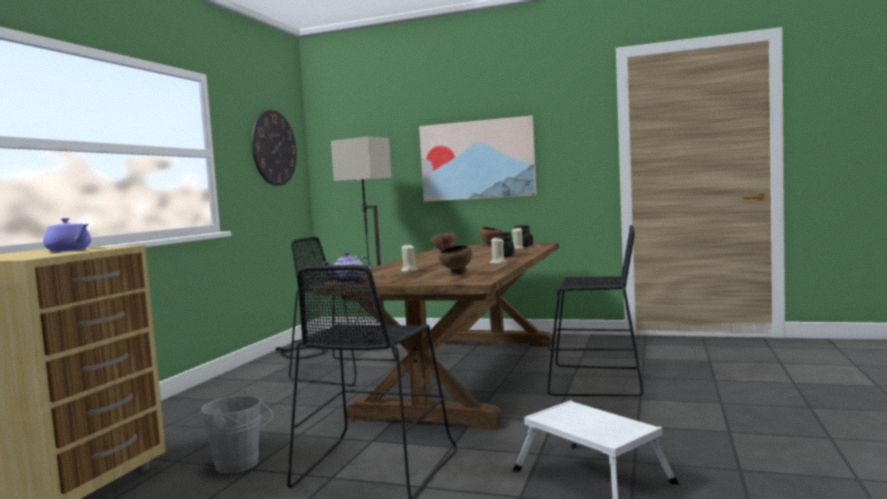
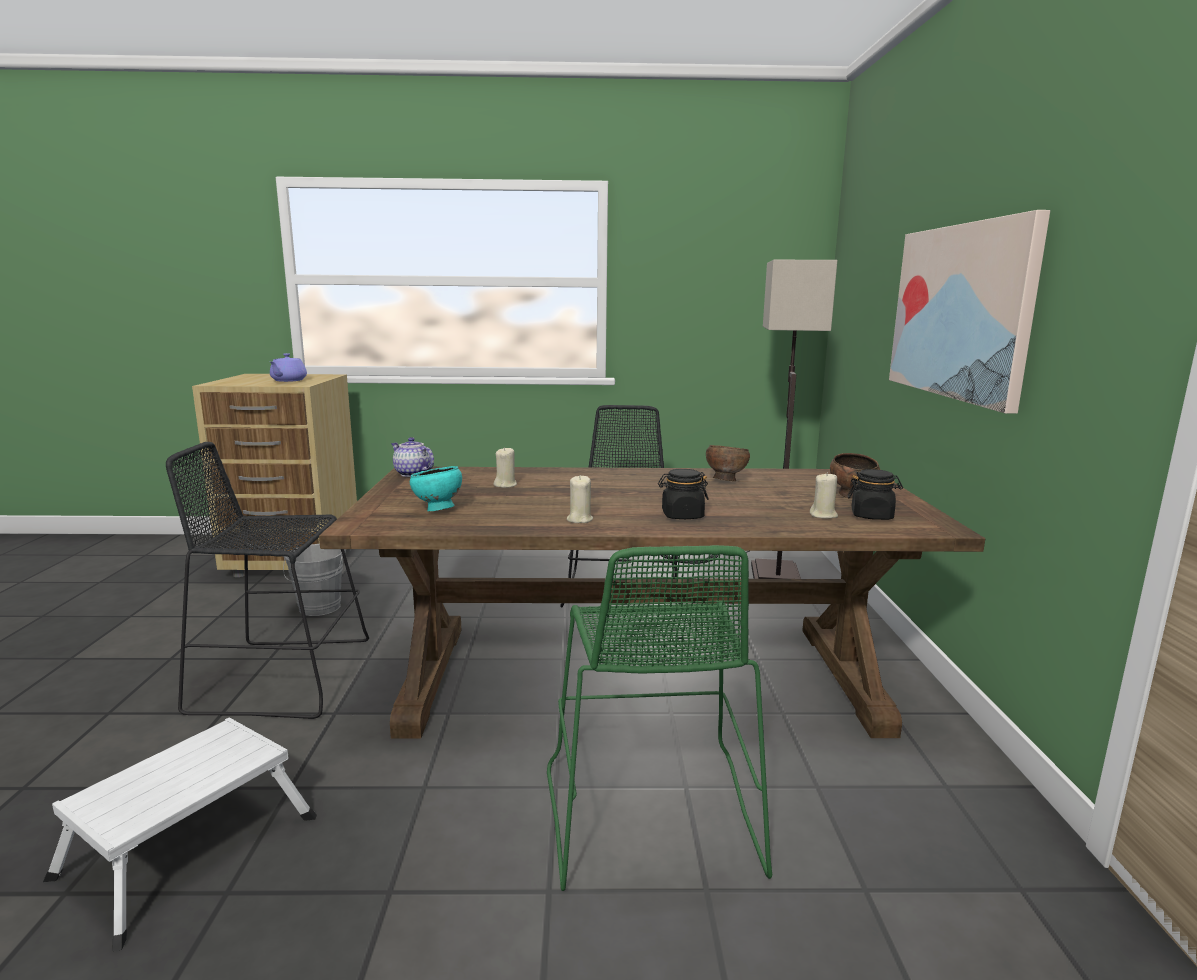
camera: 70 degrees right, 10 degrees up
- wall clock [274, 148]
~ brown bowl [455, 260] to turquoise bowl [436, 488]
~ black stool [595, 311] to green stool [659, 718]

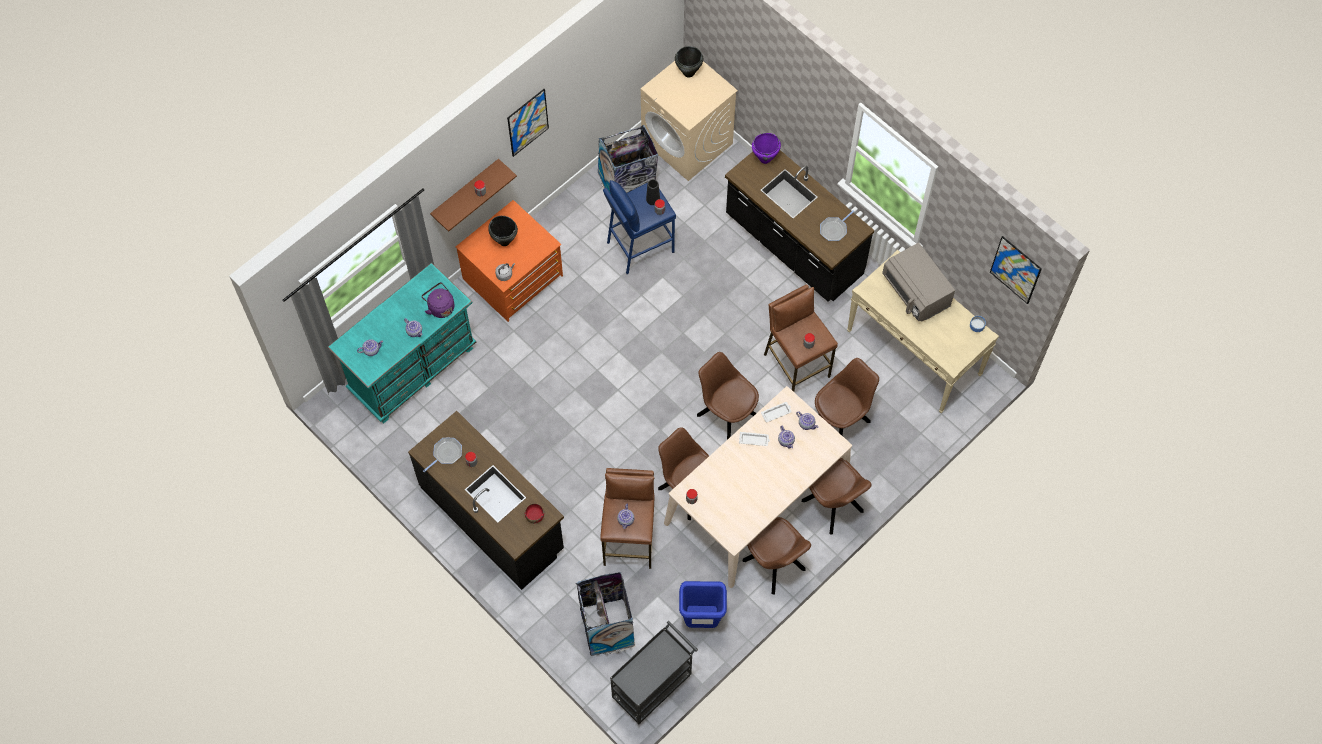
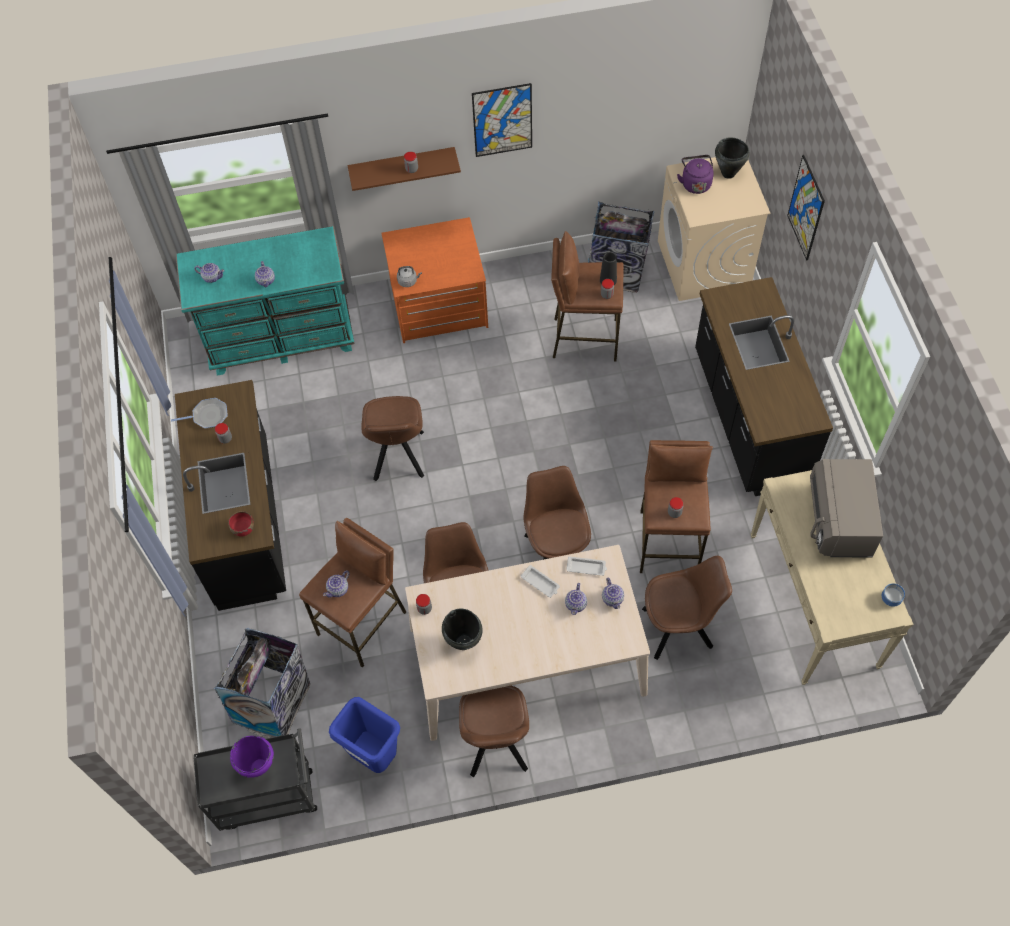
camera: 35 degrees right, 5 degrees down
- frying pan [837, 225]
~ purple kettle [438, 300] to [695, 174]
~ black cooking pot [503, 231] to [462, 629]
~ purple cooking pot [766, 148] to [252, 757]
~ brown chair [836, 496] to [392, 438]
~ picture [1016, 270] to [806, 208]
~ blue stool [639, 227] to brown stool [587, 296]

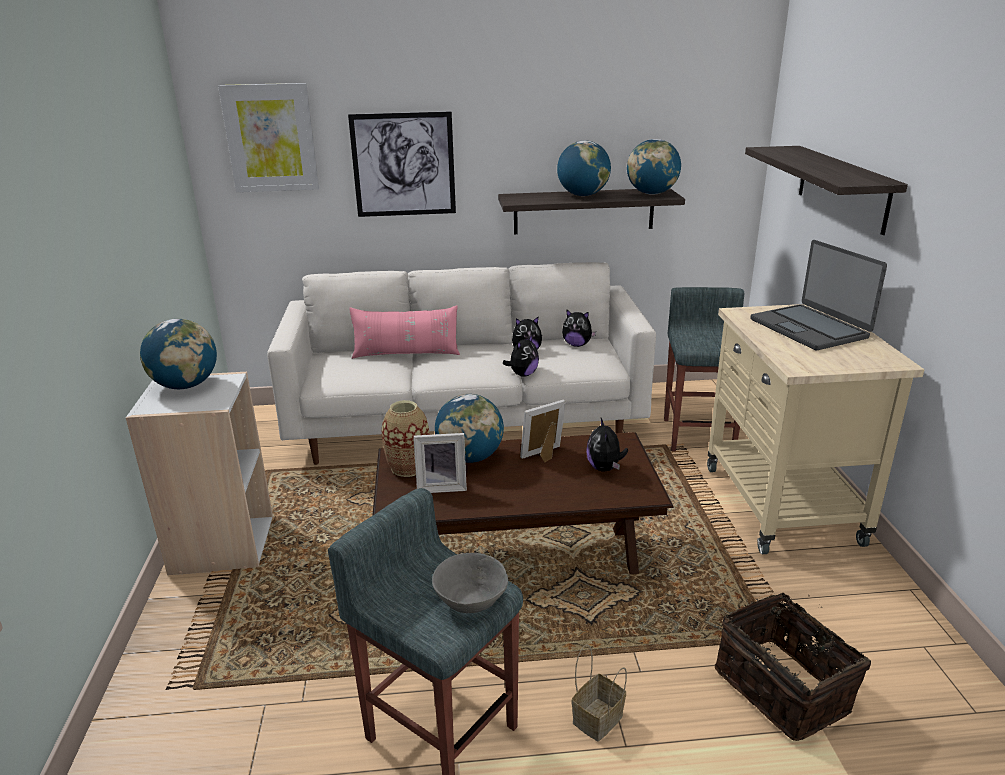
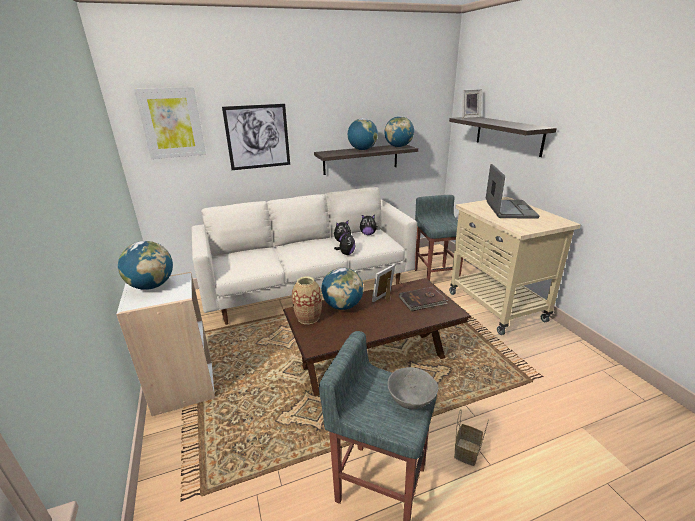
camera: 15 degrees left, 0 degrees up
- pink pillow [404, 332]
- basket [793, 667]
~ picture frame [440, 463] to [472, 103]
~ plush toy [607, 445] to brown book [423, 299]
~ laptop [818, 295] = [512, 191] 135 degrees counterclockwise

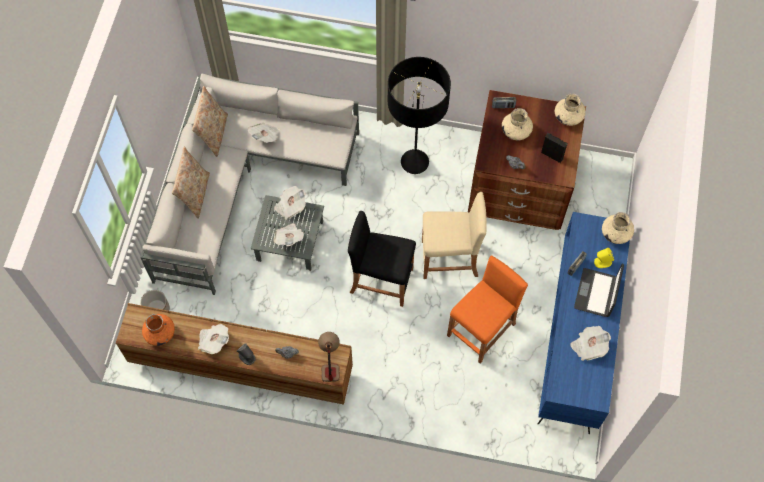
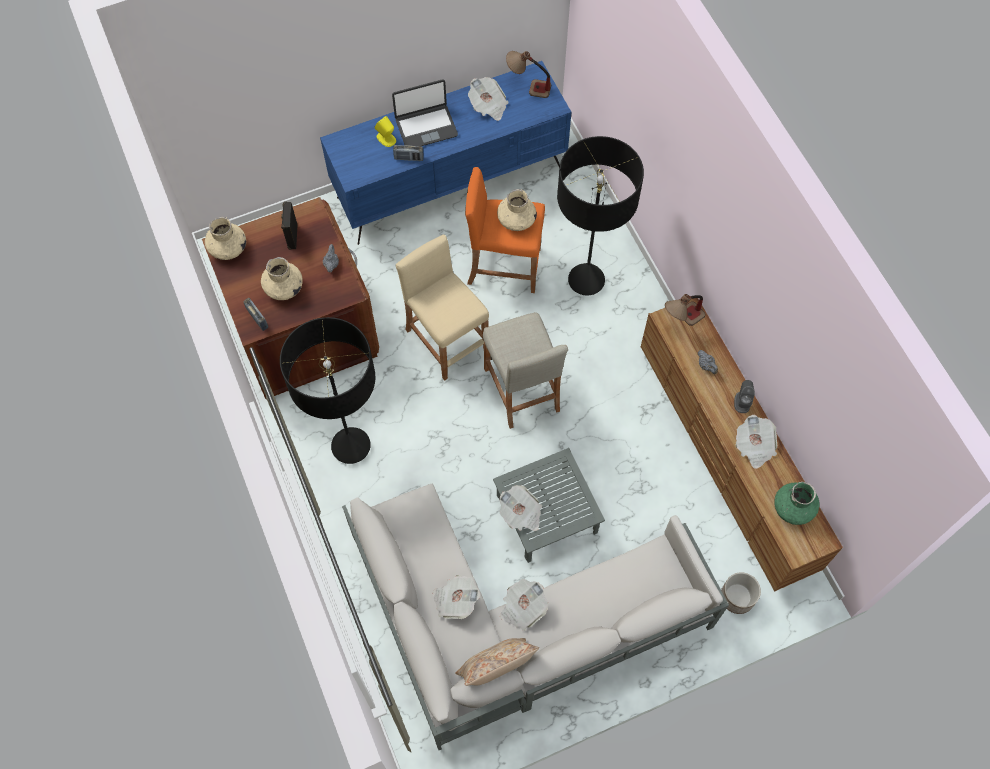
camera: 125 degrees left, 0 degrees up
- beige pillow [191, 183]
+ table lamp [528, 74]
+ black floor lamp [600, 216]
~ newspaper [288, 234] to [524, 605]
~ beige vase [618, 228] to [517, 210]
~ orange vase [158, 330] to green vase [797, 503]
~ black stool [382, 259] to beige stool [525, 370]

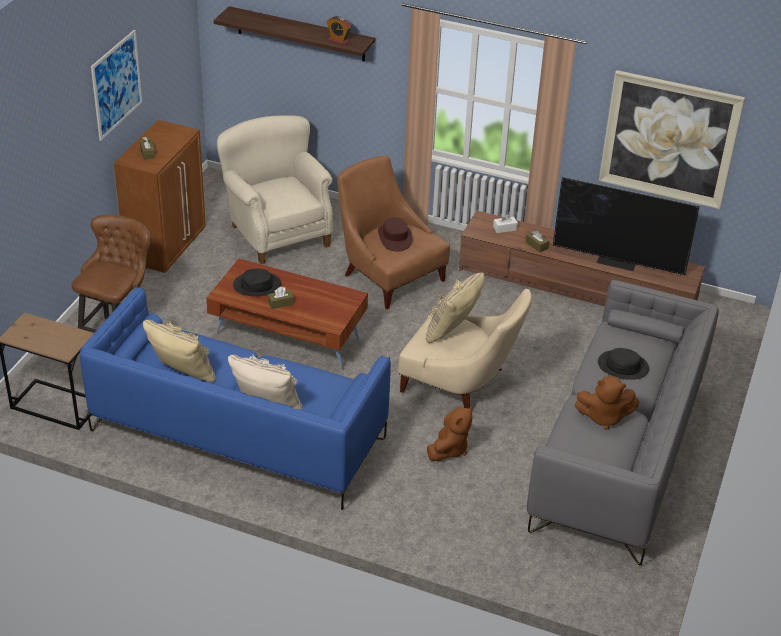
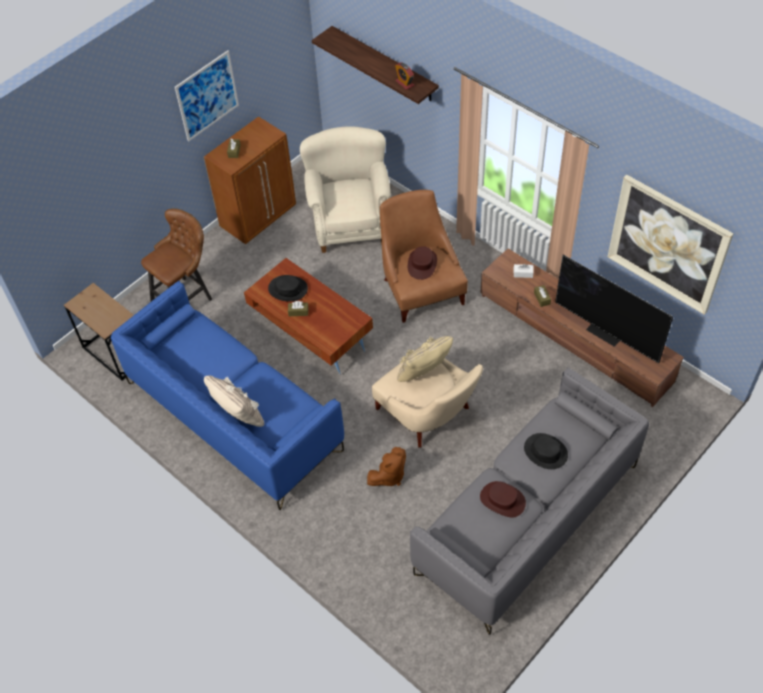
camera: 25 degrees right, 15 degrees up
- beige pillow [179, 351]
~ brown plush toy [607, 403] to brown hat [503, 499]

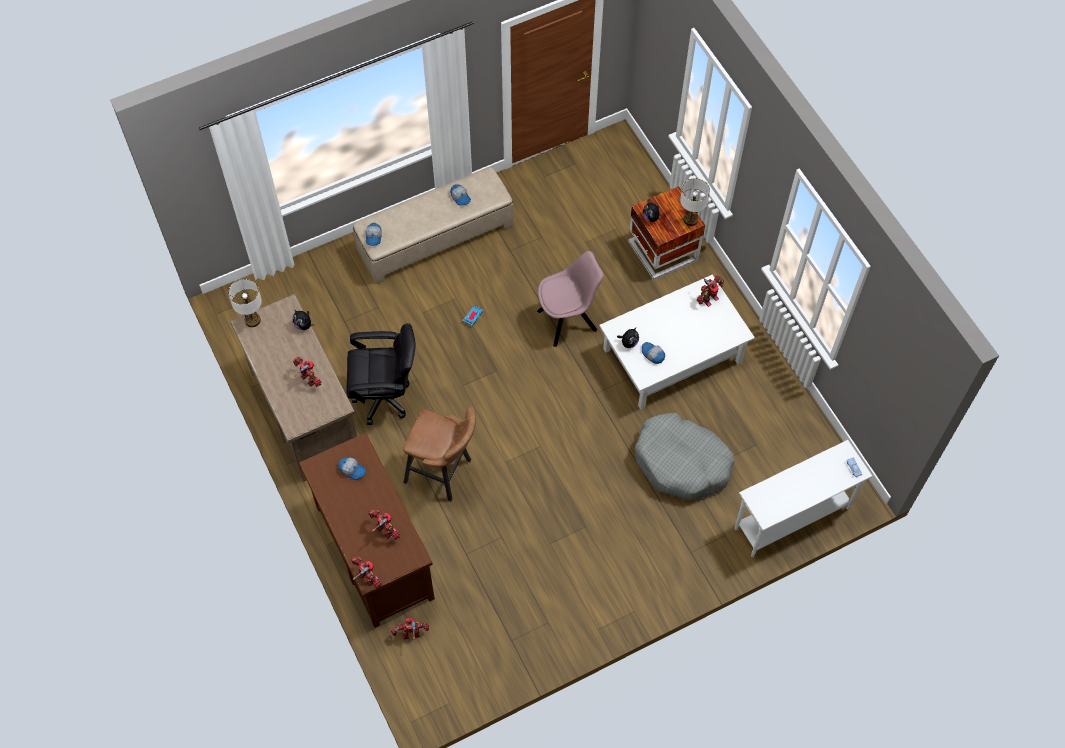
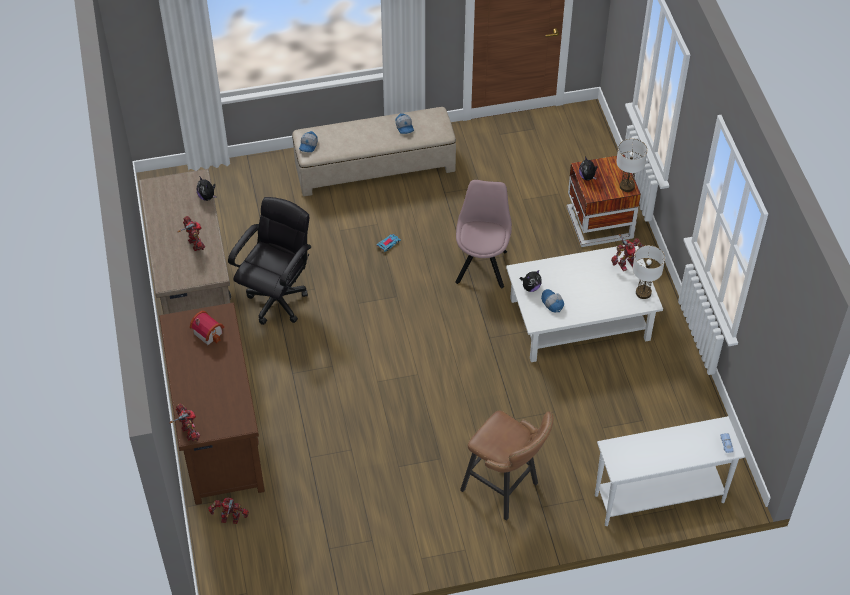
camera: 15 degrees right, 10 degrees down
- toy robot [384, 525]
- grey dog bed [685, 456]
~ table lamp [245, 303] to [649, 272]
~ brown stool [439, 454] to [506, 466]
~ cap [352, 468] to toy house [207, 328]
~ black office chair [381, 374] = [269, 261] 75 degrees counterclockwise
~ pink chair [570, 299] = [483, 234] 75 degrees counterclockwise

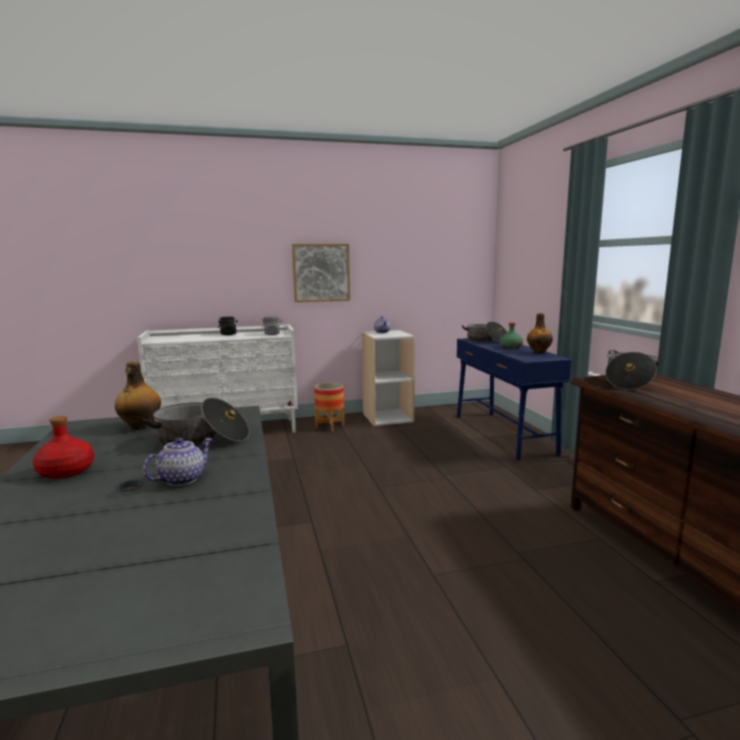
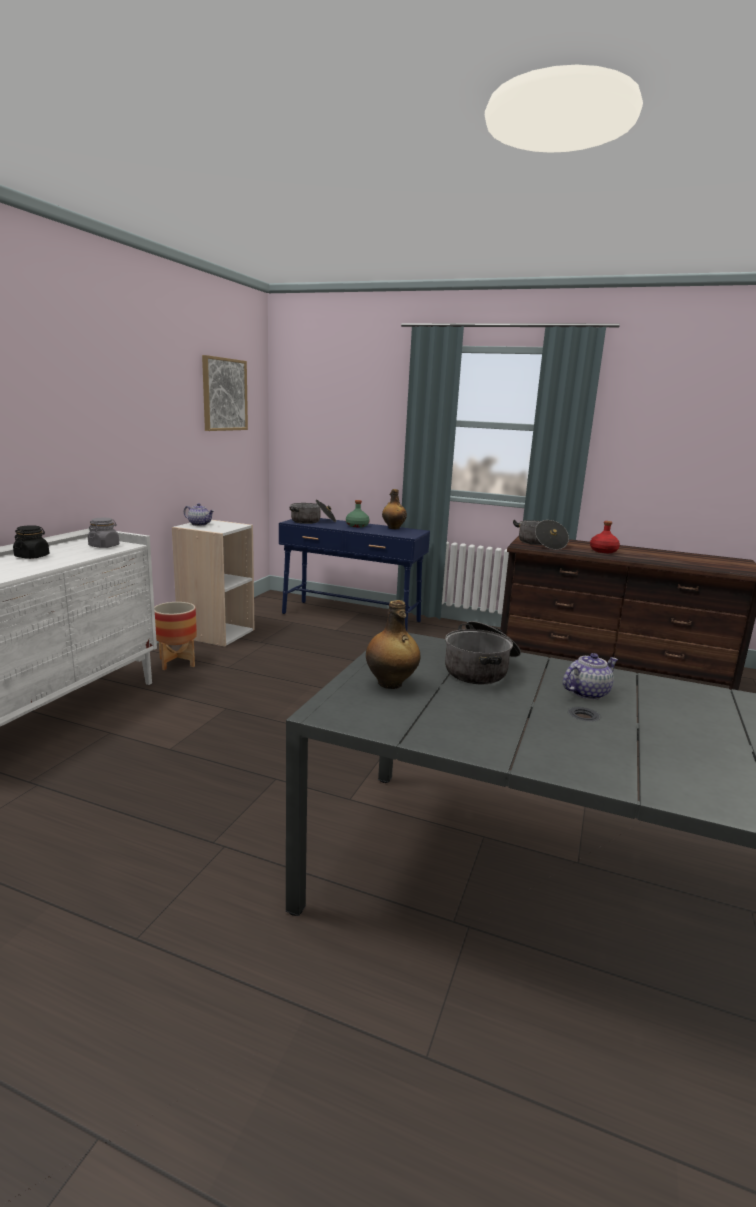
camera: 55 degrees left, 5 degrees up
~ red bottle [63, 447] to [605, 537]
~ picture [321, 273] to [225, 393]
~ teapot [178, 461] = [590, 676] 75 degrees clockwise

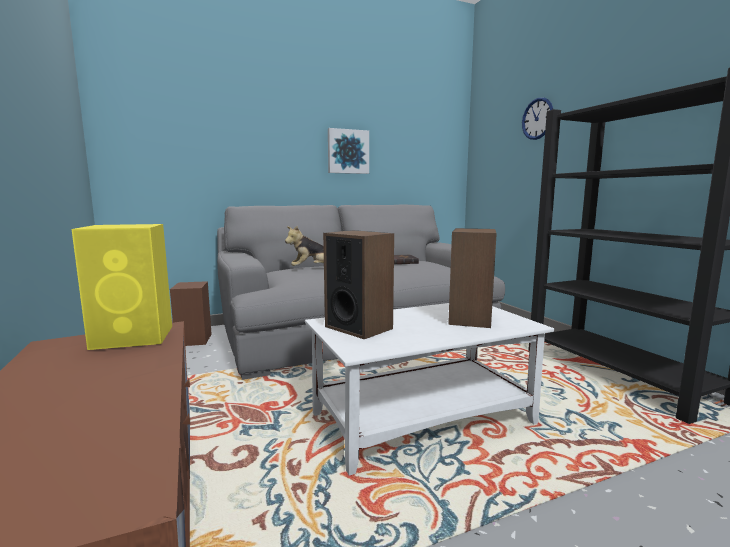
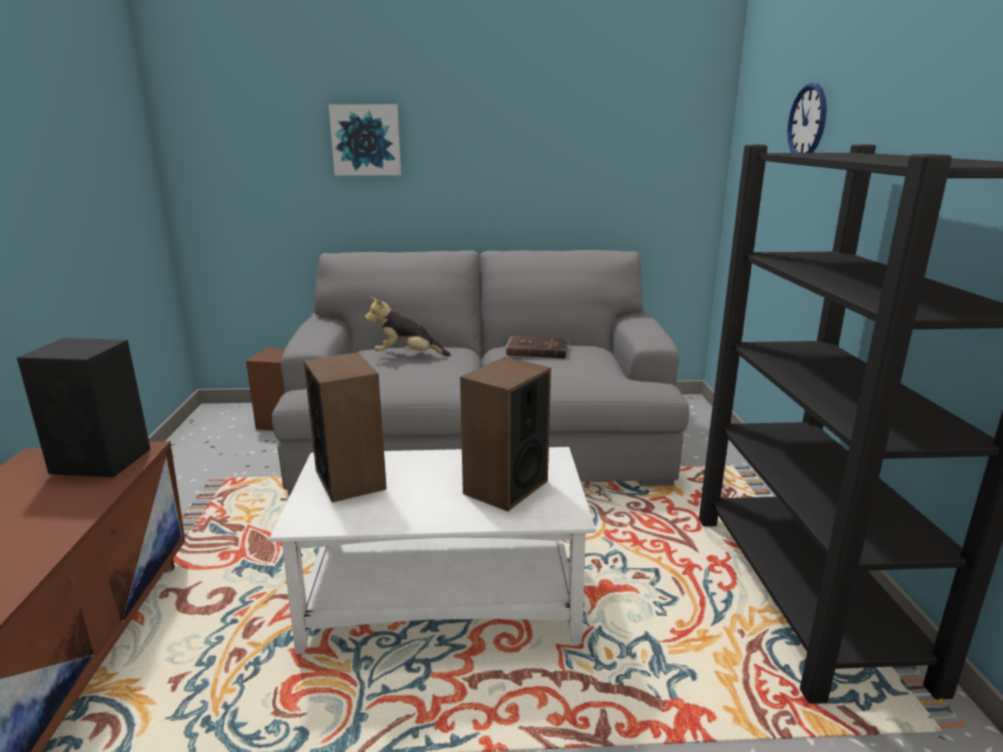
camera: 20 degrees right, 10 degrees up
~ picture [348, 151] to [365, 140]
~ yellow speaker [122, 287] to black speaker [83, 407]

